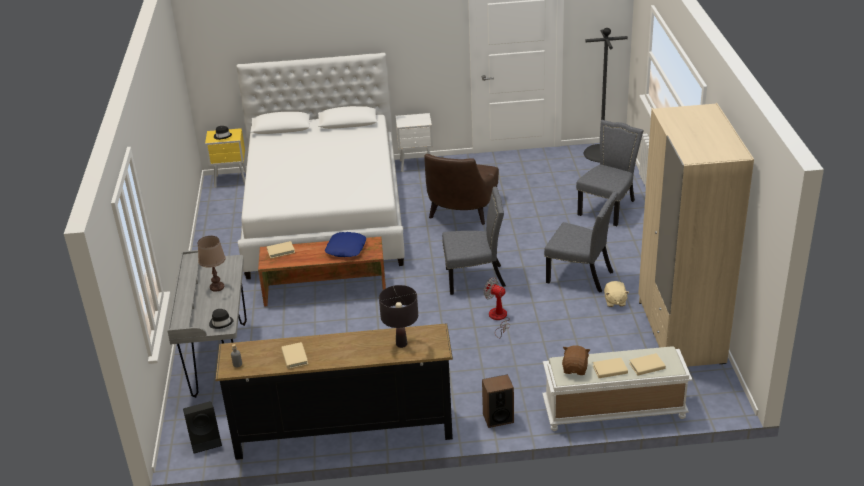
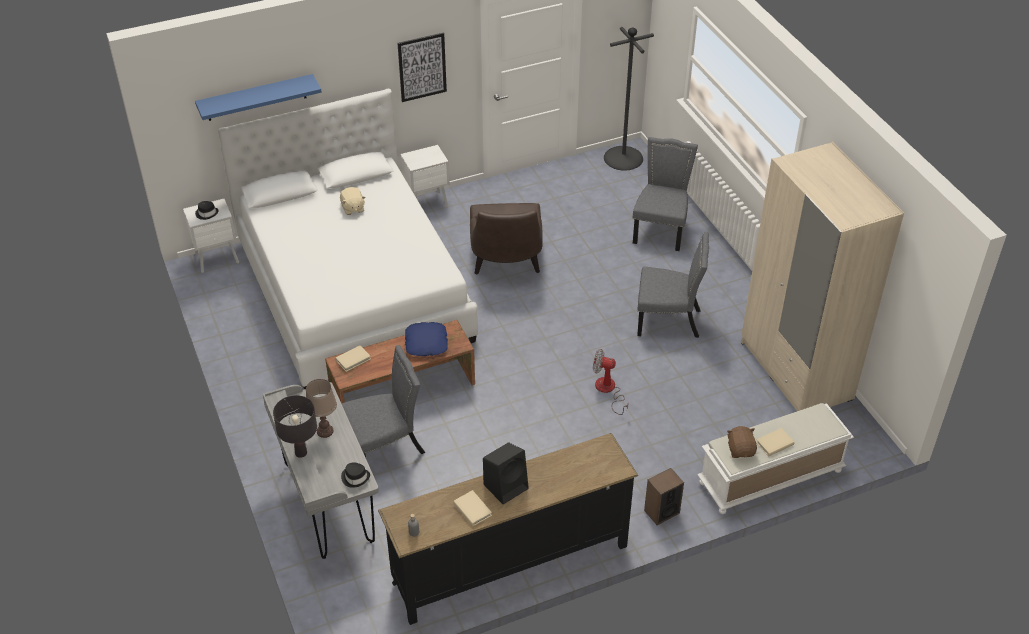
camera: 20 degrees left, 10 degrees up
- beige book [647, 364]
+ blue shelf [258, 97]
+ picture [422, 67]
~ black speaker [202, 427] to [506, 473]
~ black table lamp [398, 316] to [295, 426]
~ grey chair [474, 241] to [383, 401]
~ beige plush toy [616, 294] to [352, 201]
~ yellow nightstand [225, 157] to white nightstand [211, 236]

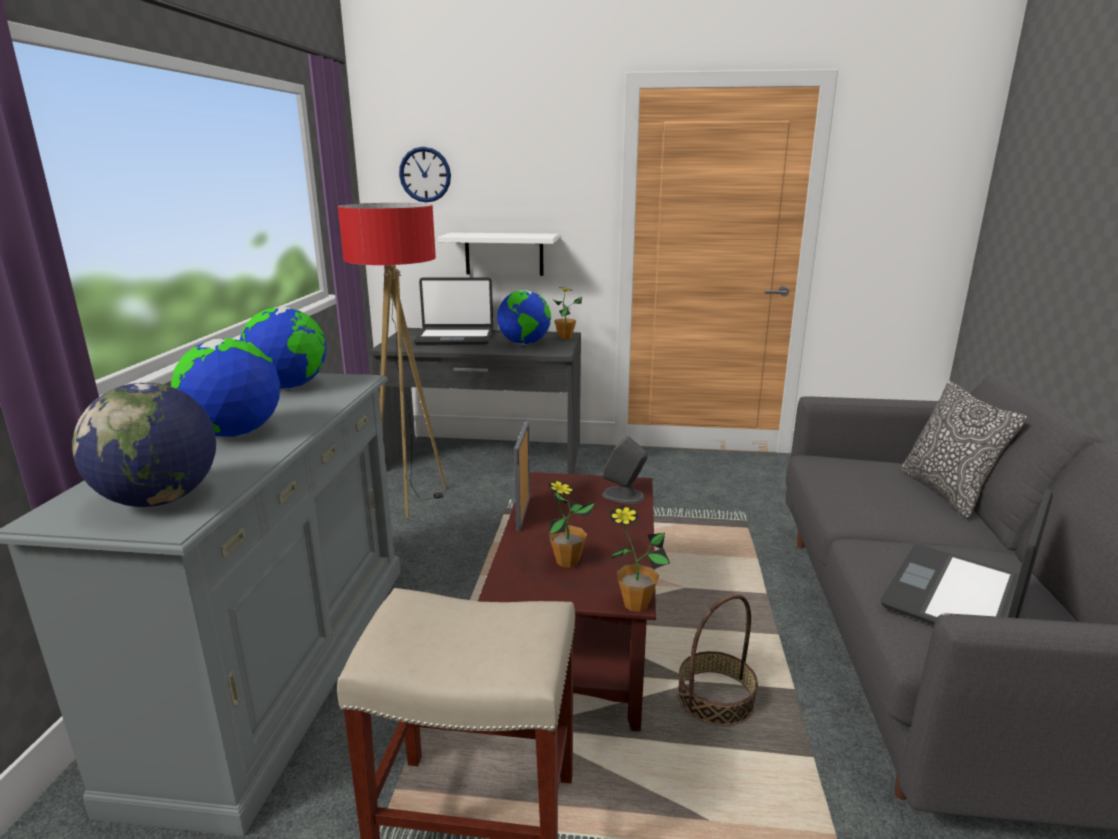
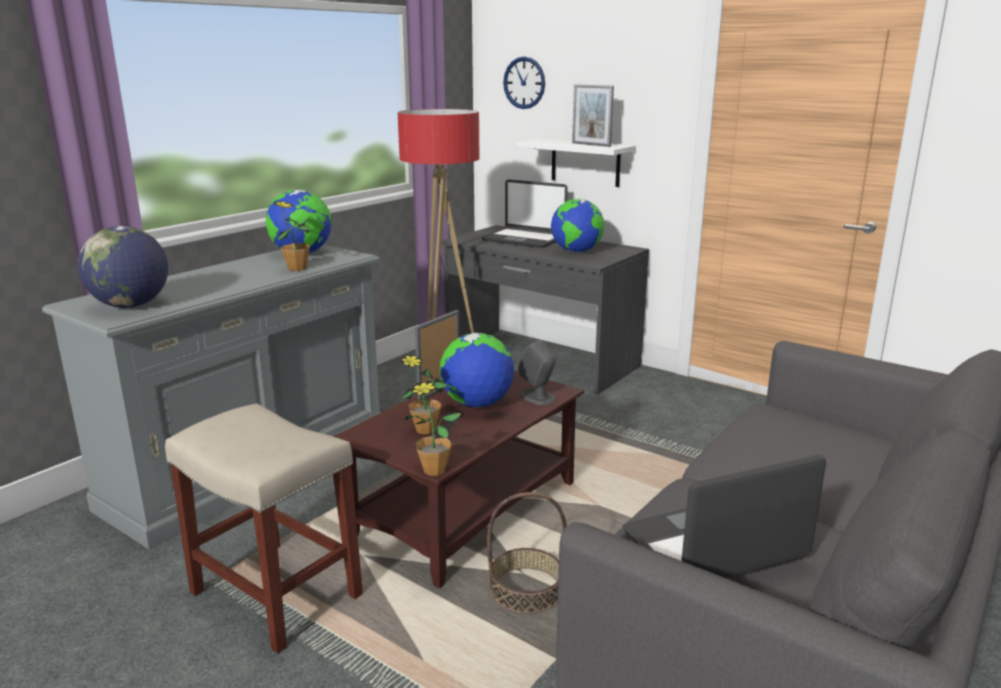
camera: 30 degrees right, 0 degrees up
- pillow [963, 450]
+ picture frame [593, 115]
~ globe [225, 387] to [476, 370]
~ potted plant [567, 313] to [292, 236]

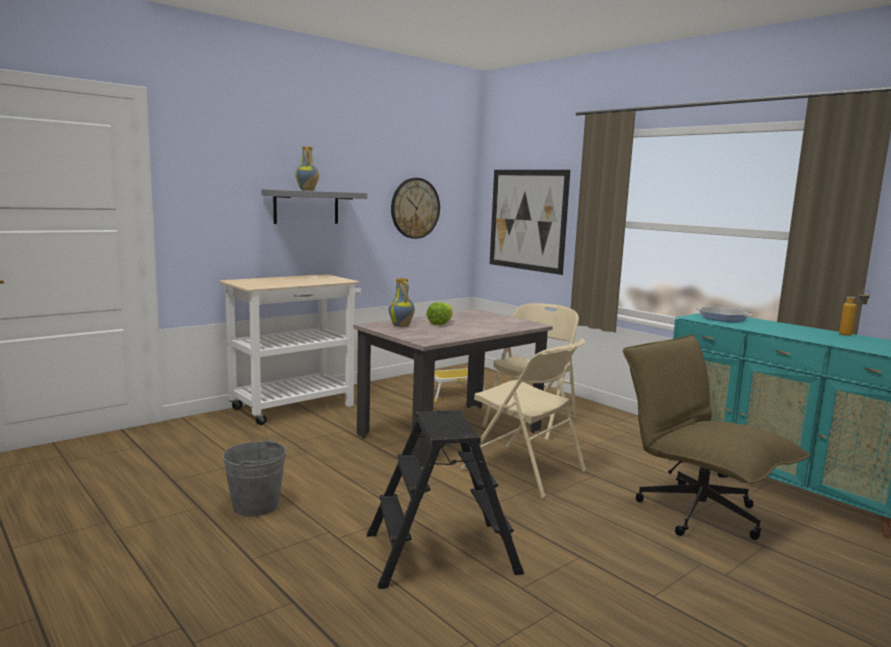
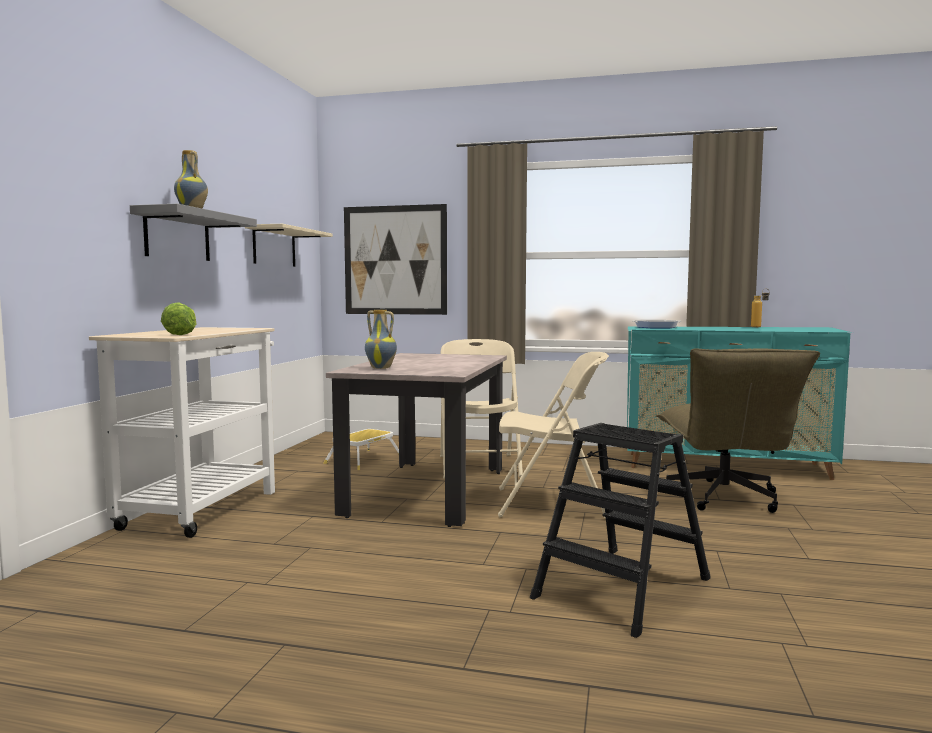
camera: 35 degrees left, 5 degrees down
- grey bucket [254, 477]
~ lettuce [439, 313] to [178, 318]
~ wall clock [415, 208] to beige shelf [289, 245]
~ beige office chair [717, 437] = [738, 431] 105 degrees counterclockwise

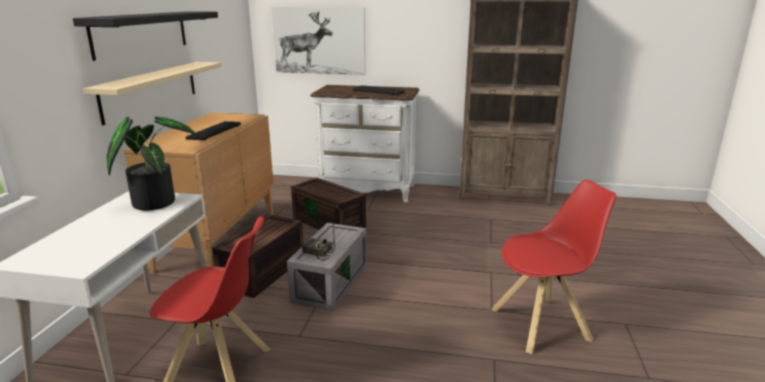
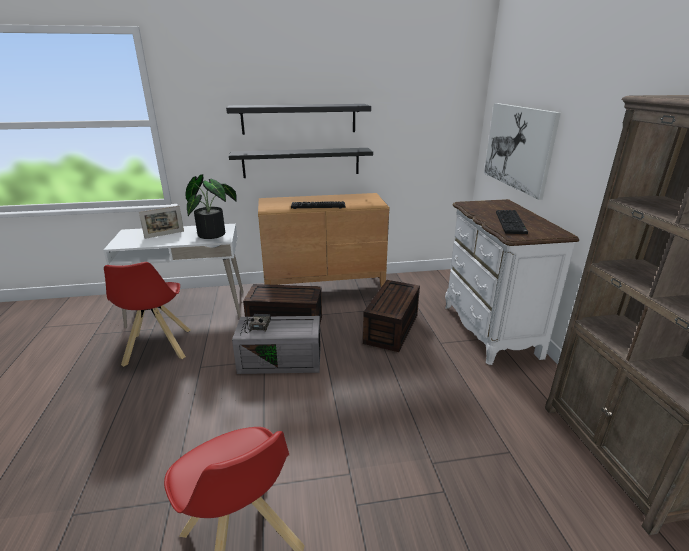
camera: 70 degrees right, 5 degrees up
+ picture frame [161, 222]
~ beige shelf [152, 93] to black shelf [301, 163]

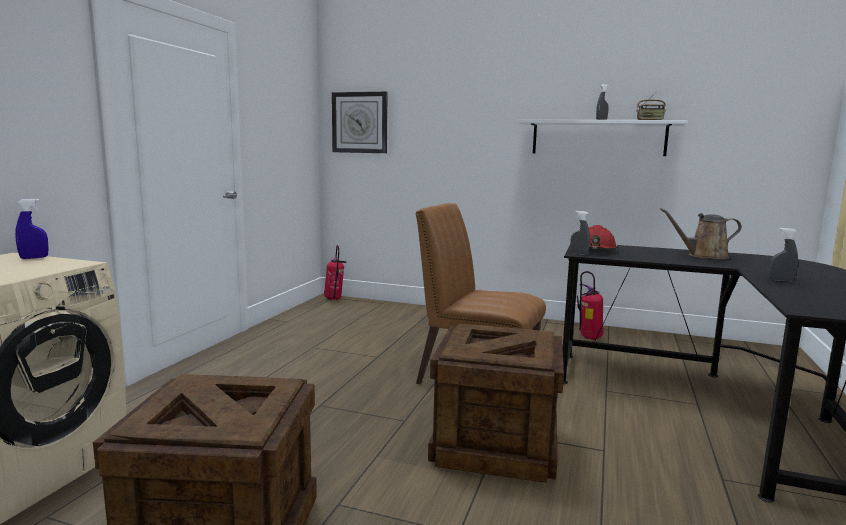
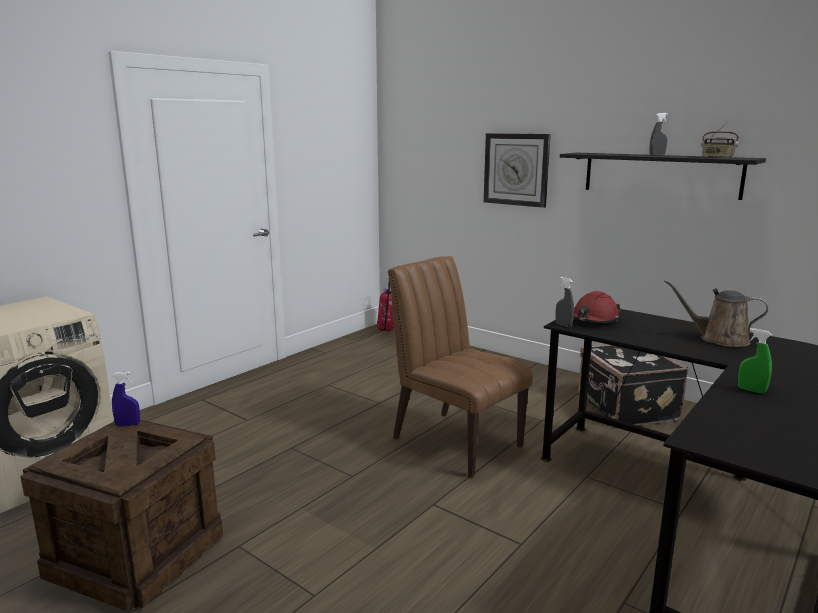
camera: 20 degrees right, 5 degrees up
- crate [496, 403]
~ blue spray bottle [32, 229] to [126, 399]
~ wall clock [359, 122] to [517, 170]
~ fire extinguisher [590, 305] to black suitcase [633, 385]
~ white shelf [602, 138] to black shelf [663, 176]
~ grey spray bottle [783, 255] to green spray bottle [755, 361]

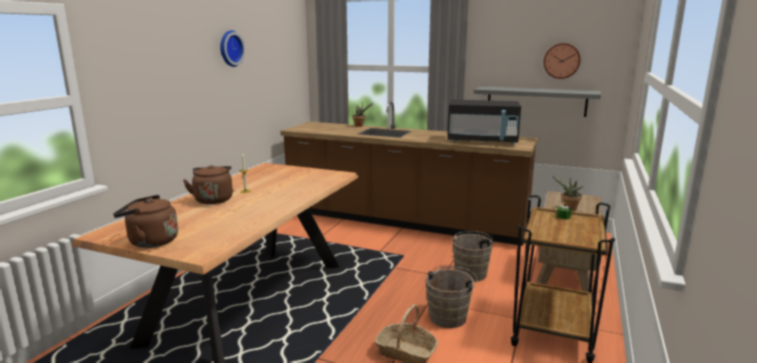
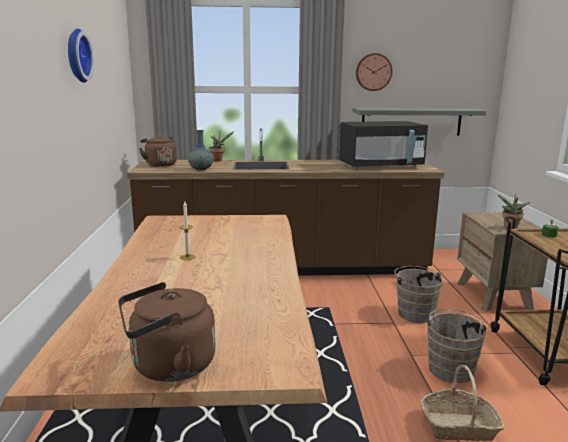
camera: 25 degrees left, 0 degrees up
+ vase [201, 150]
~ brown kettle [208, 184] to [158, 151]
~ wall clock [562, 61] to [374, 72]

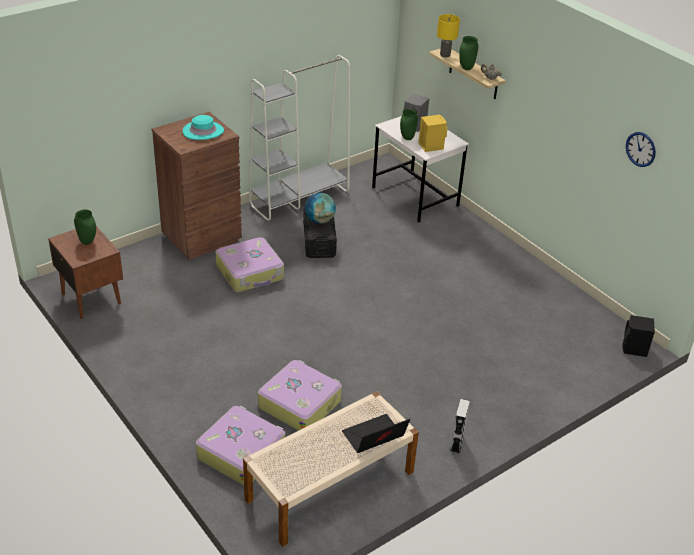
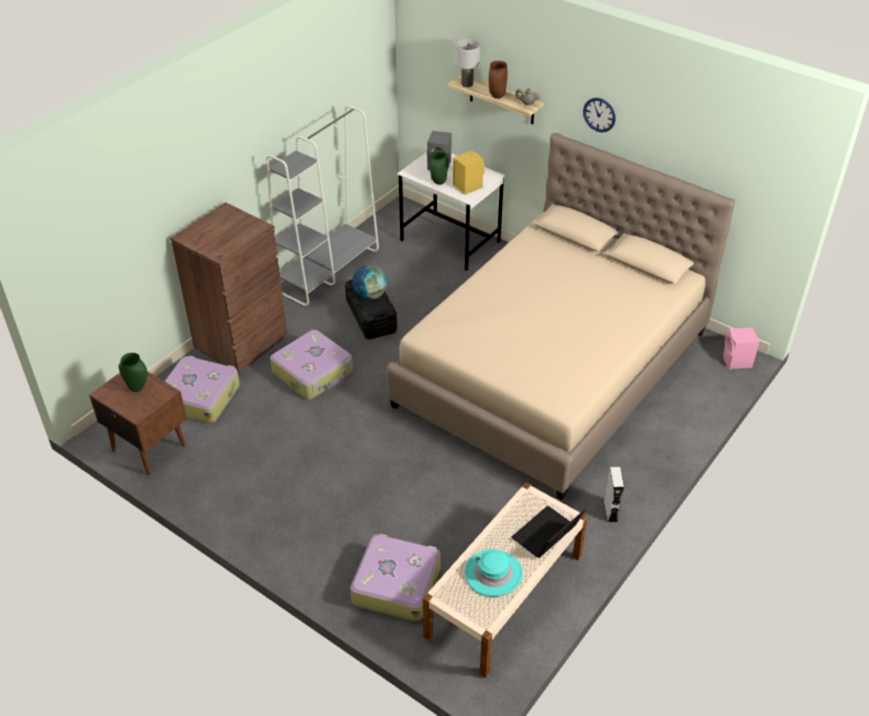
camera: 15 degrees left, 5 degrees up
+ beige bed [561, 316]
~ turquoise hat [203, 127] to [494, 573]
~ suitcase [300, 395] to [202, 389]
~ wall clock [641, 149] to [599, 115]
~ yellow table lamp [448, 35] to white table lamp [468, 63]
~ green vase [468, 53] to brown vase [498, 80]
~ black speaker [638, 336] to pink speaker [741, 348]

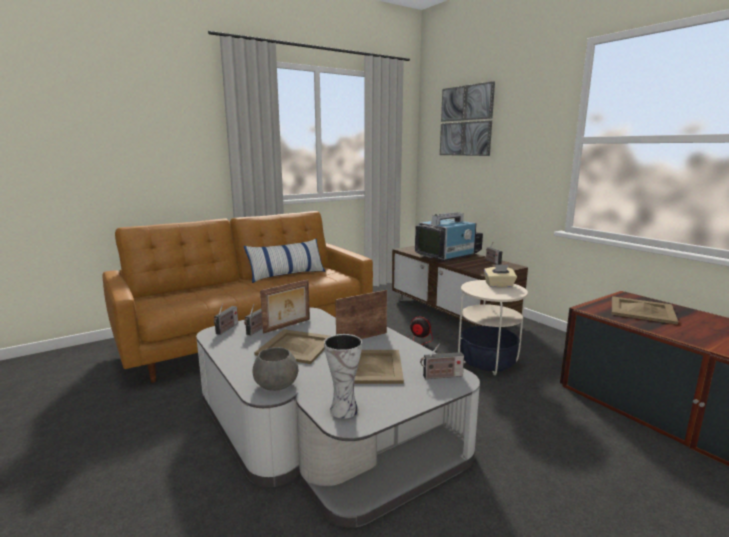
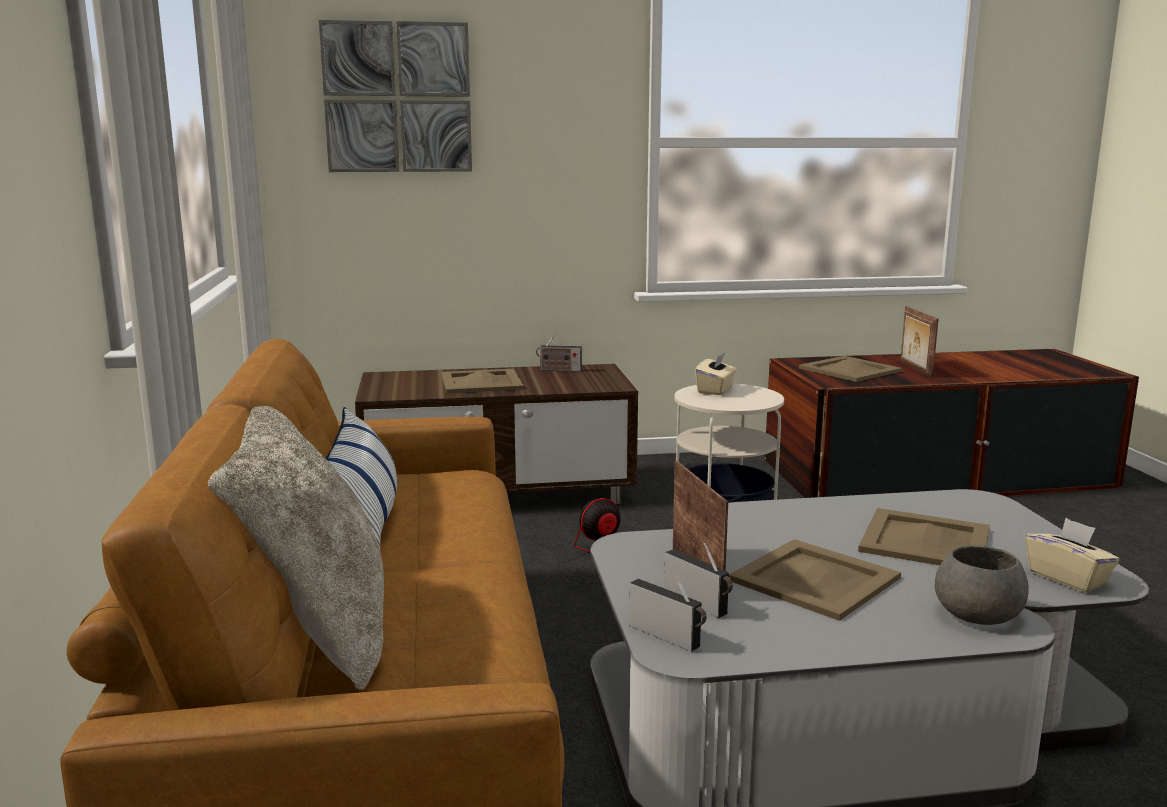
camera: 65 degrees left, 0 degrees up
- radio [442, 361]
+ beige pillow [296, 548]
~ picture frame [361, 314] to [919, 342]
~ vase [343, 376] to beige tissue box [1072, 555]
~ television [449, 236] to beige tray [482, 381]

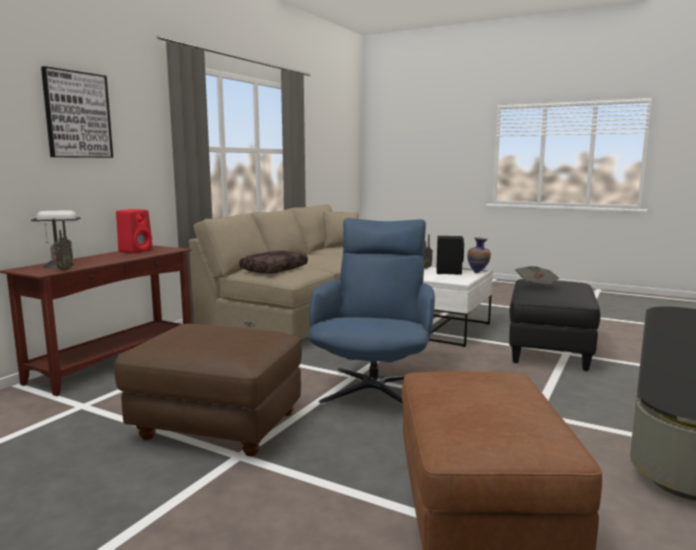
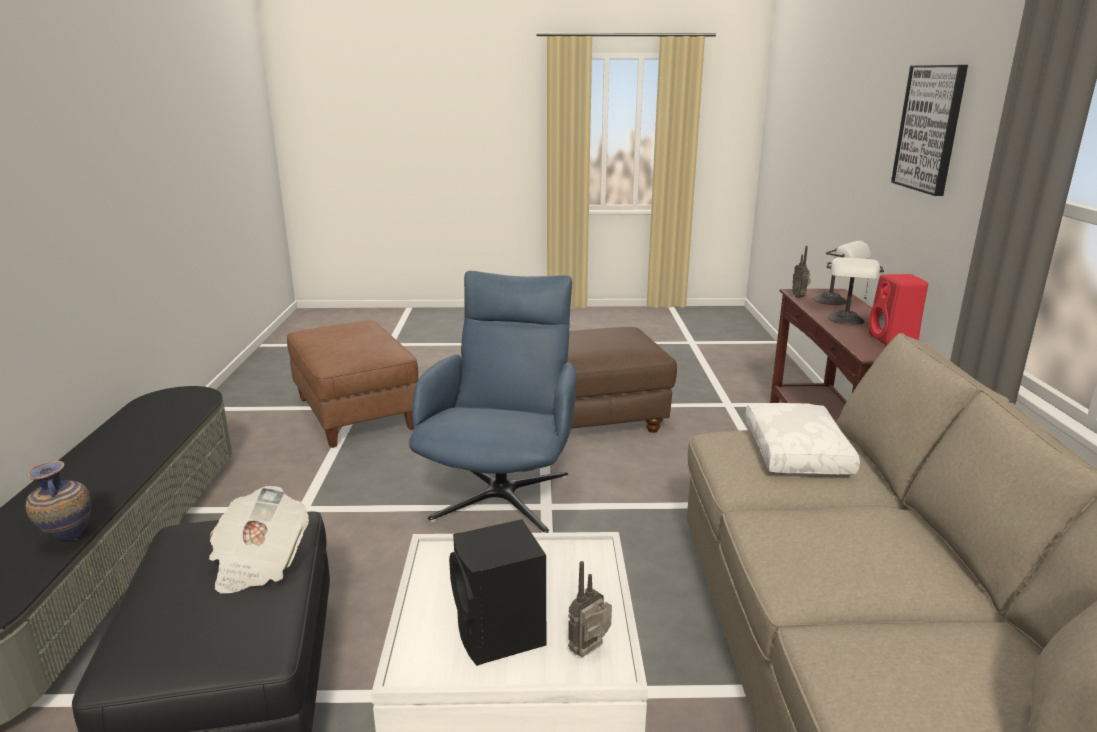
camera: 150 degrees right, 10 degrees up
+ table lamp [855, 291]
~ vase [479, 255] to [58, 500]
~ brown pillow [273, 262] to white pillow [802, 438]
~ blue armchair [371, 311] = [493, 402] 150 degrees counterclockwise

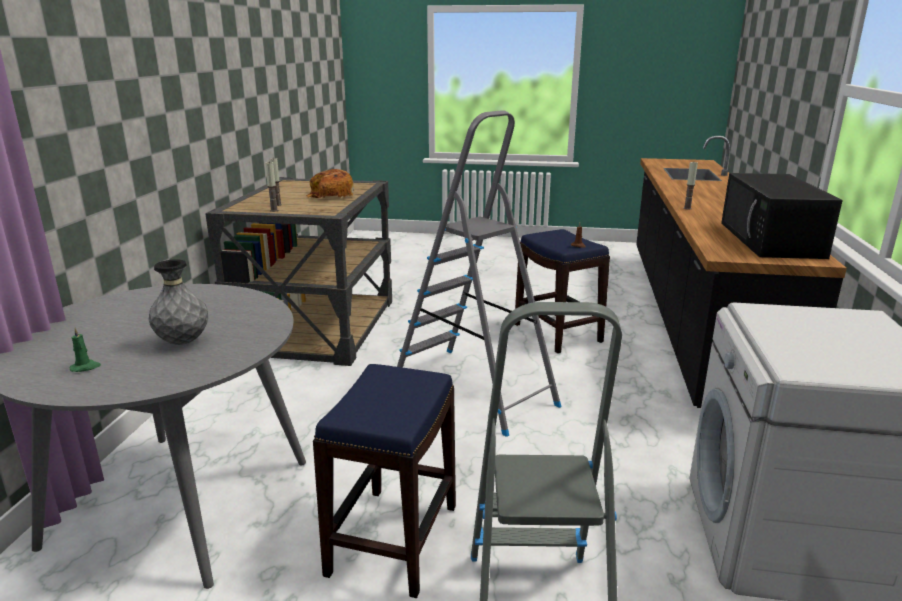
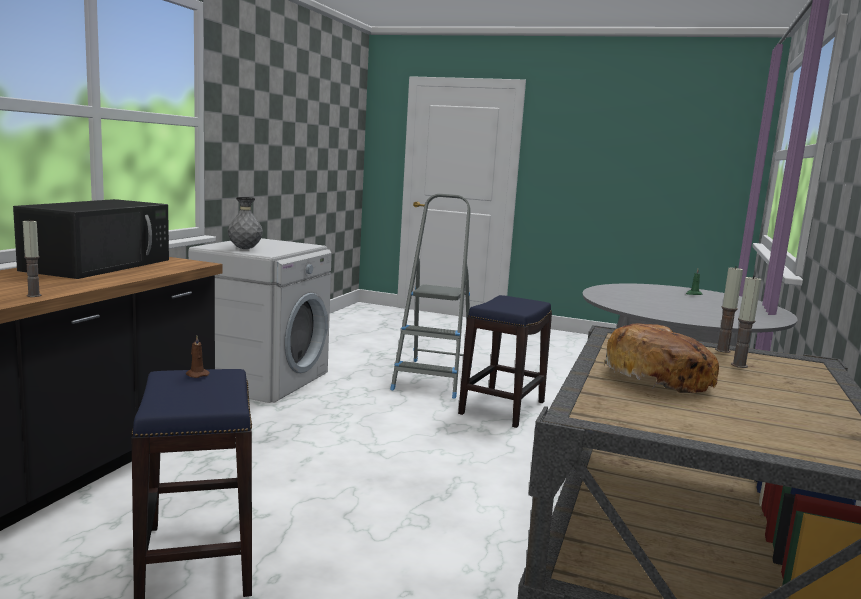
camera: 170 degrees left, 10 degrees down
- grey step ladder [479, 273]
~ grey vase [178, 302] to [245, 223]

